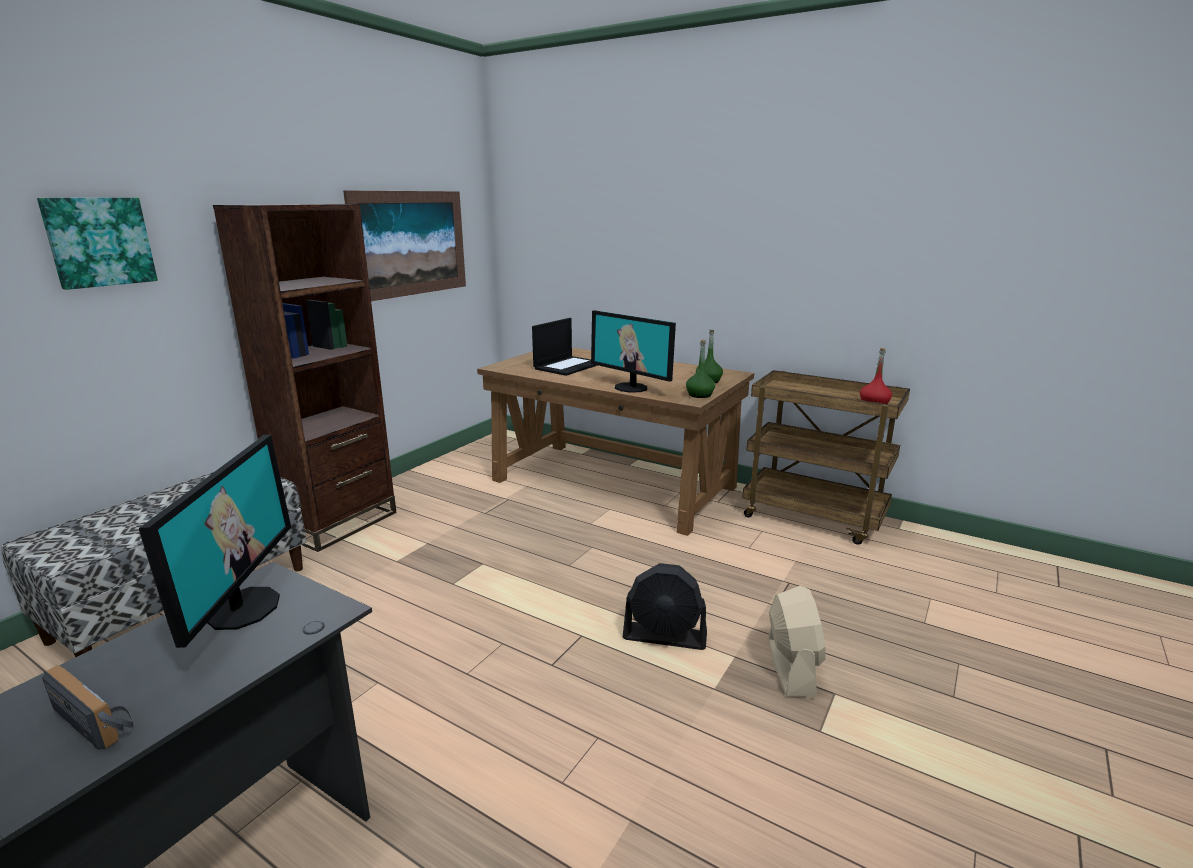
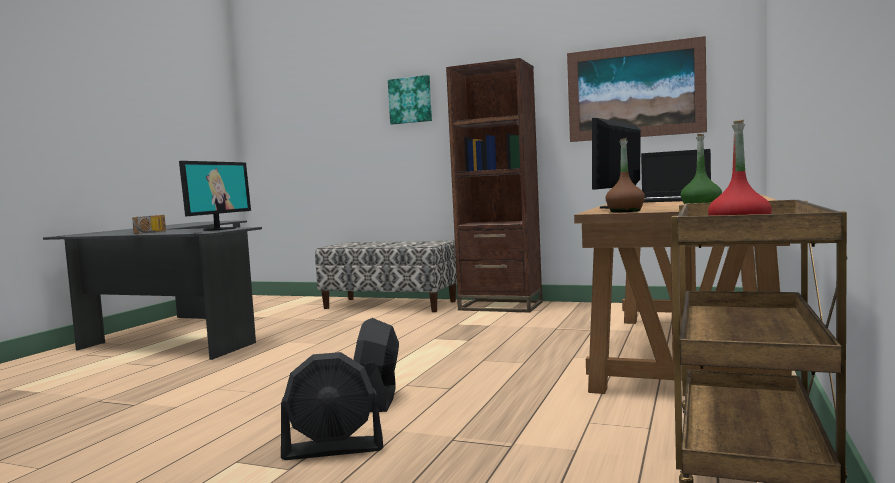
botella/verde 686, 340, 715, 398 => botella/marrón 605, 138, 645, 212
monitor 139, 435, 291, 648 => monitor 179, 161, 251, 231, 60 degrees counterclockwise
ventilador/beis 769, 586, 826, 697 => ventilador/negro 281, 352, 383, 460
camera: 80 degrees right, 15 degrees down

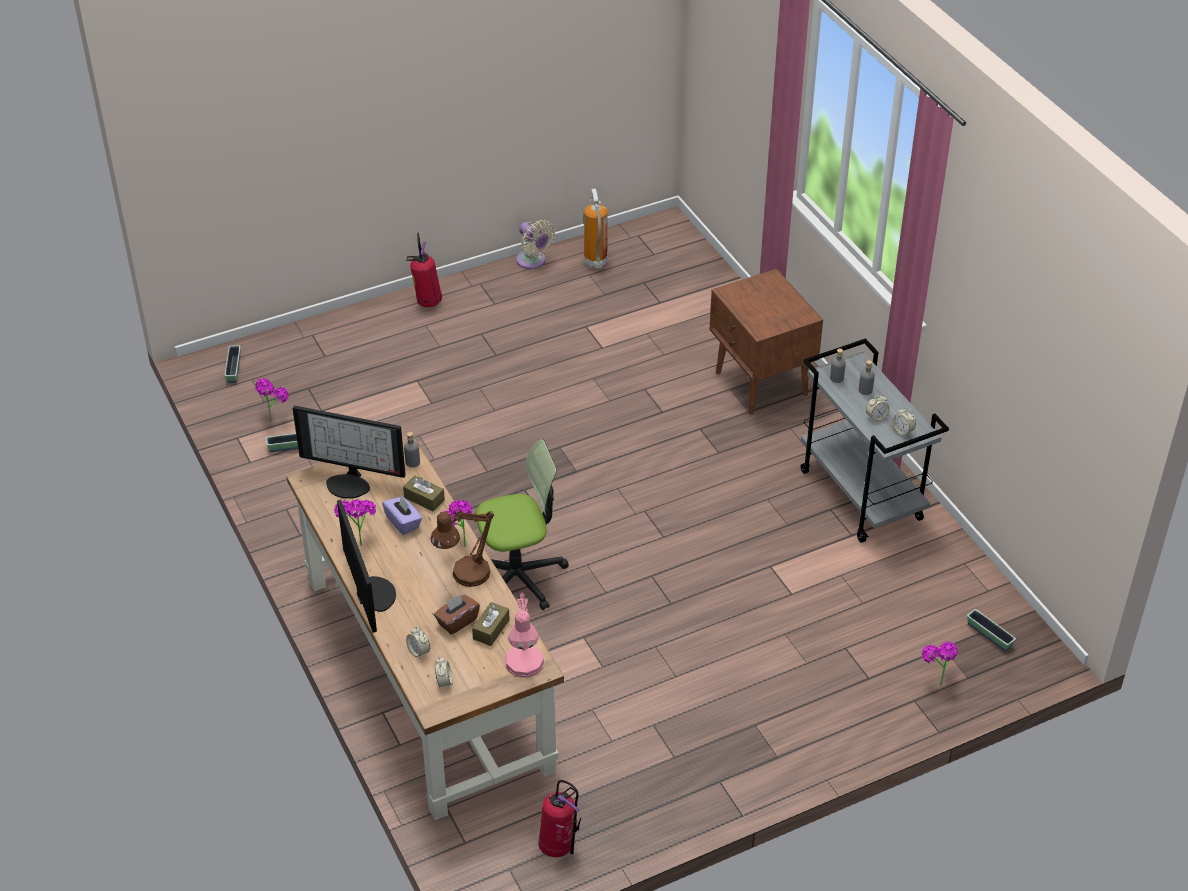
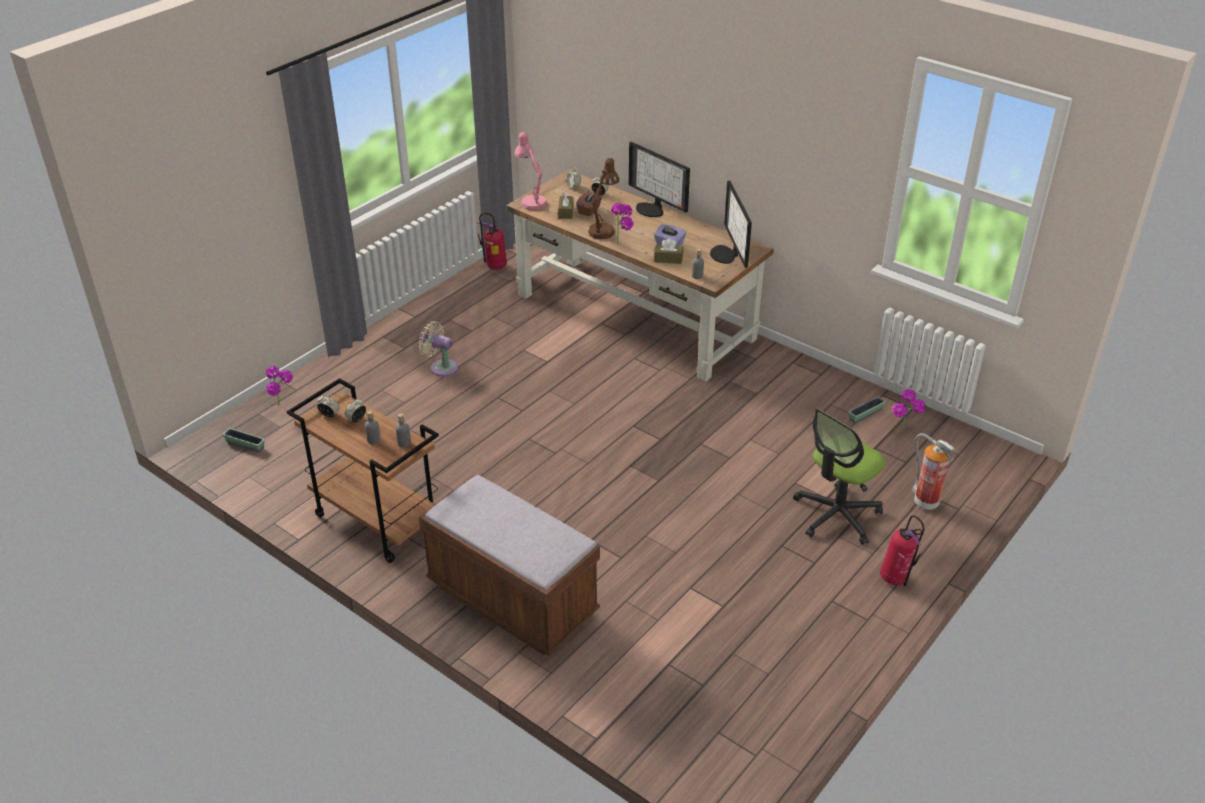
extintor 583, 188, 608, 269 => extintor 912, 433, 955, 510, relocated
ventilador/beis 516, 220, 556, 269 => ventilador/beis 419, 321, 458, 377, relocated
mesita de noche/marrón 709, 269, 823, 415 => banco/marrón 419, 475, 600, 656
carrito/gris 800, 338, 949, 543 => carrito/marrón 287, 378, 439, 563
maceta 225, 345, 241, 383 => nothing
monitor 293, 406, 406, 499 => monitor 710, 181, 752, 268, 90 degrees counterclockwise
silla de oficina 476, 439, 569, 610 => silla de oficina 793, 409, 885, 545, relocated
planta en maceta 334, 499, 376, 546 => nothing
camera: 155 degrees right, 5 degrees down

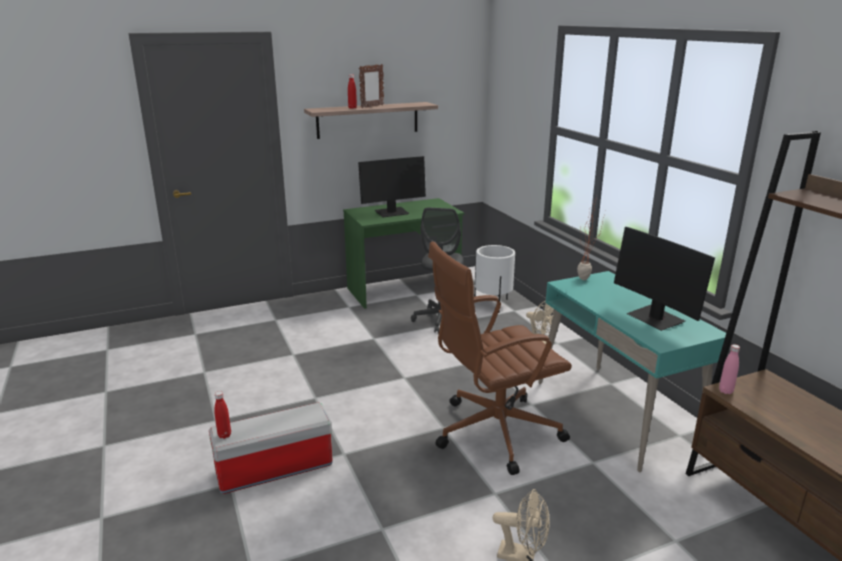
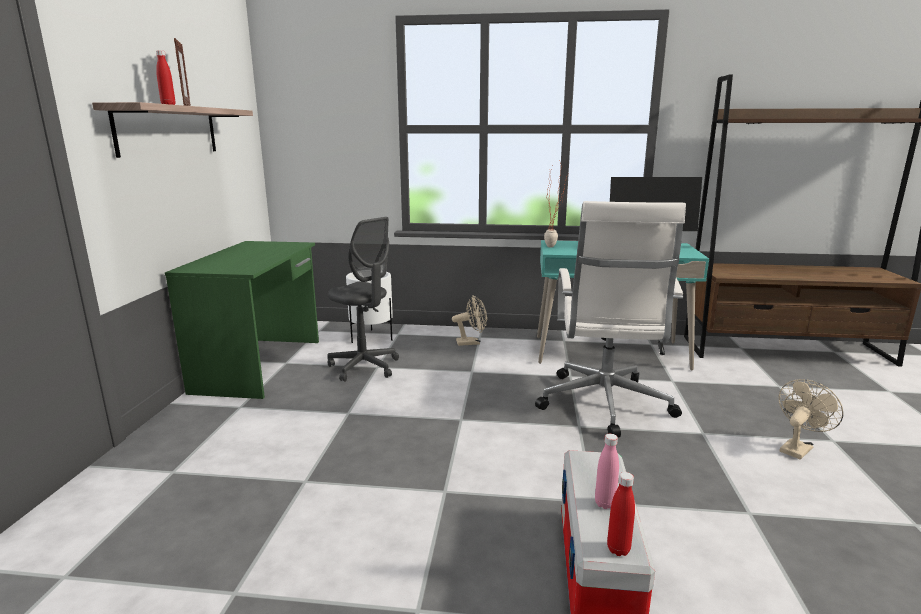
monitor 358, 156, 426, 217 => nothing
silla de oficina/marrón 428, 241, 572, 475 => silla de oficina/blanco 535, 201, 686, 438
botella/rosa 719, 344, 740, 394 => botella/rosa 595, 434, 619, 509, relocated
camera: 60 degrees left, 5 degrees down

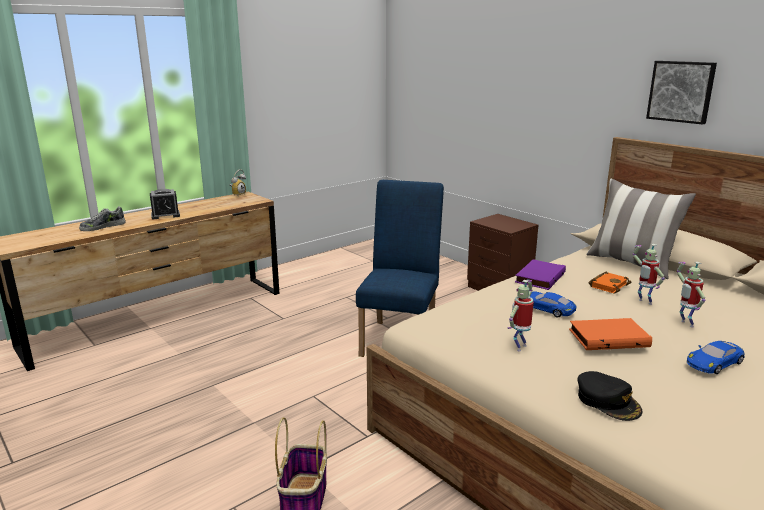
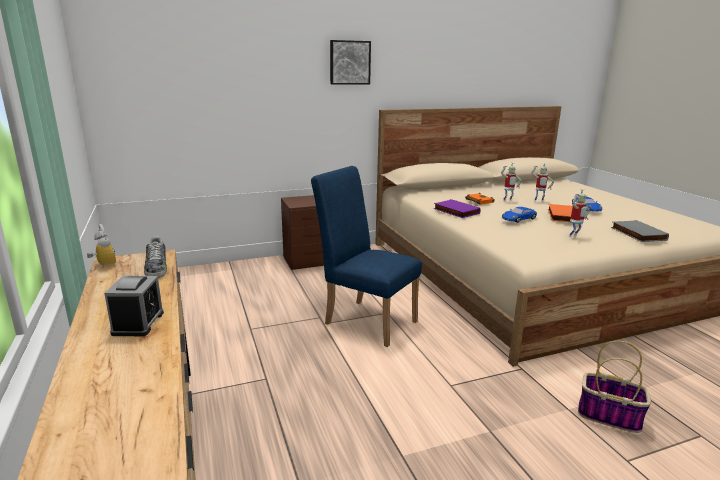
cuadro 646, 61, 717, 125 => cuadro 330, 40, 371, 85, relocated
cojín 586, 179, 696, 279 => nothing
zapato 79, 206, 125, 231 => zapato 144, 236, 167, 278, relocated
robot de juguete 507, 280, 534, 352 => robot de juguete 569, 189, 590, 237, 90 degrees counterclockwise
gorra/negro 578, 371, 643, 421 => libro/gris 611, 220, 669, 242
camera: 70 degrees left, 0 degrees up

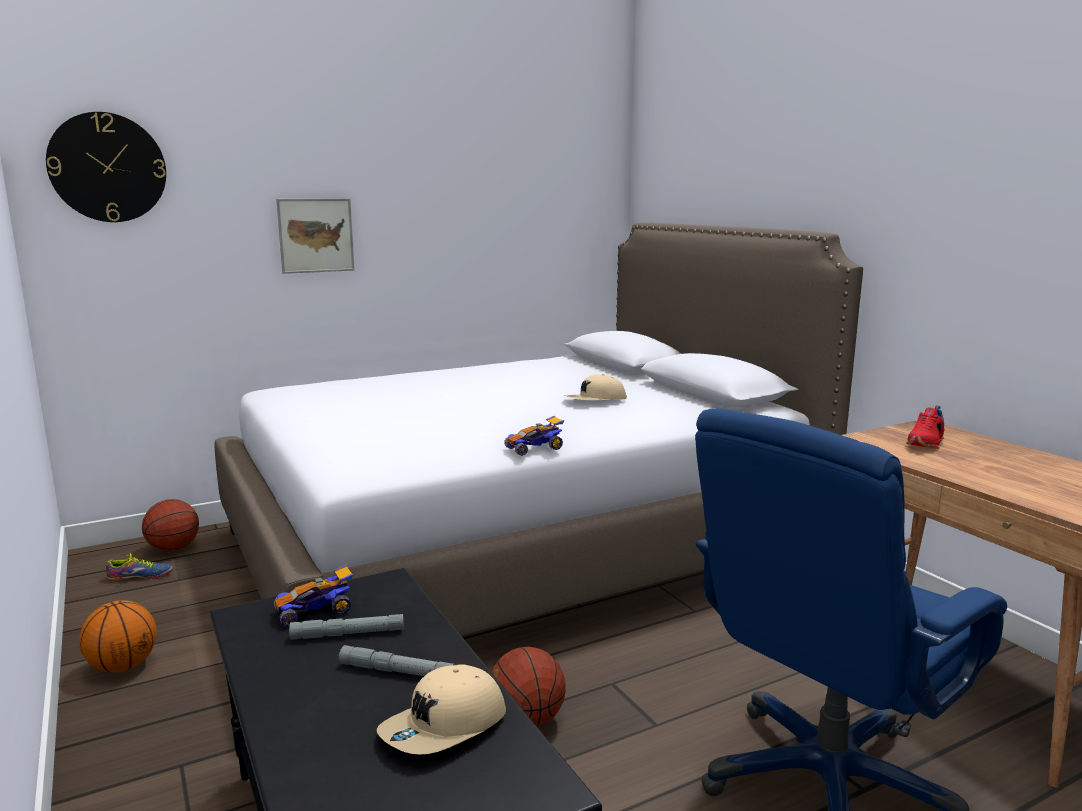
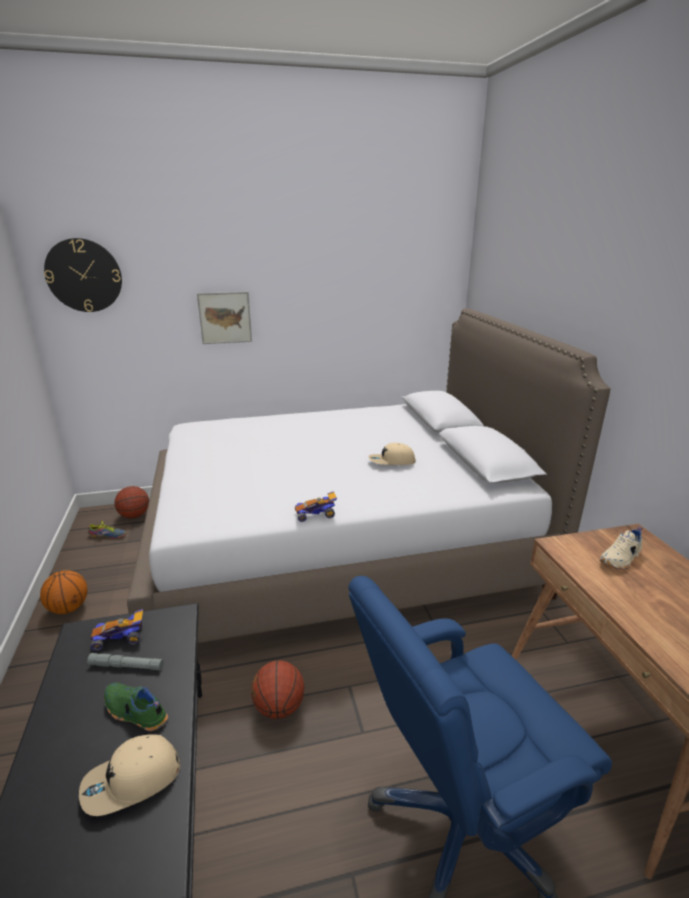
zapato/rojo 906, 405, 945, 449 => zapato/beis 600, 526, 643, 570
linterna/gris 339, 645, 455, 676 => zapato/verde 104, 683, 168, 731
camera: 15 degrees right, 10 degrees up

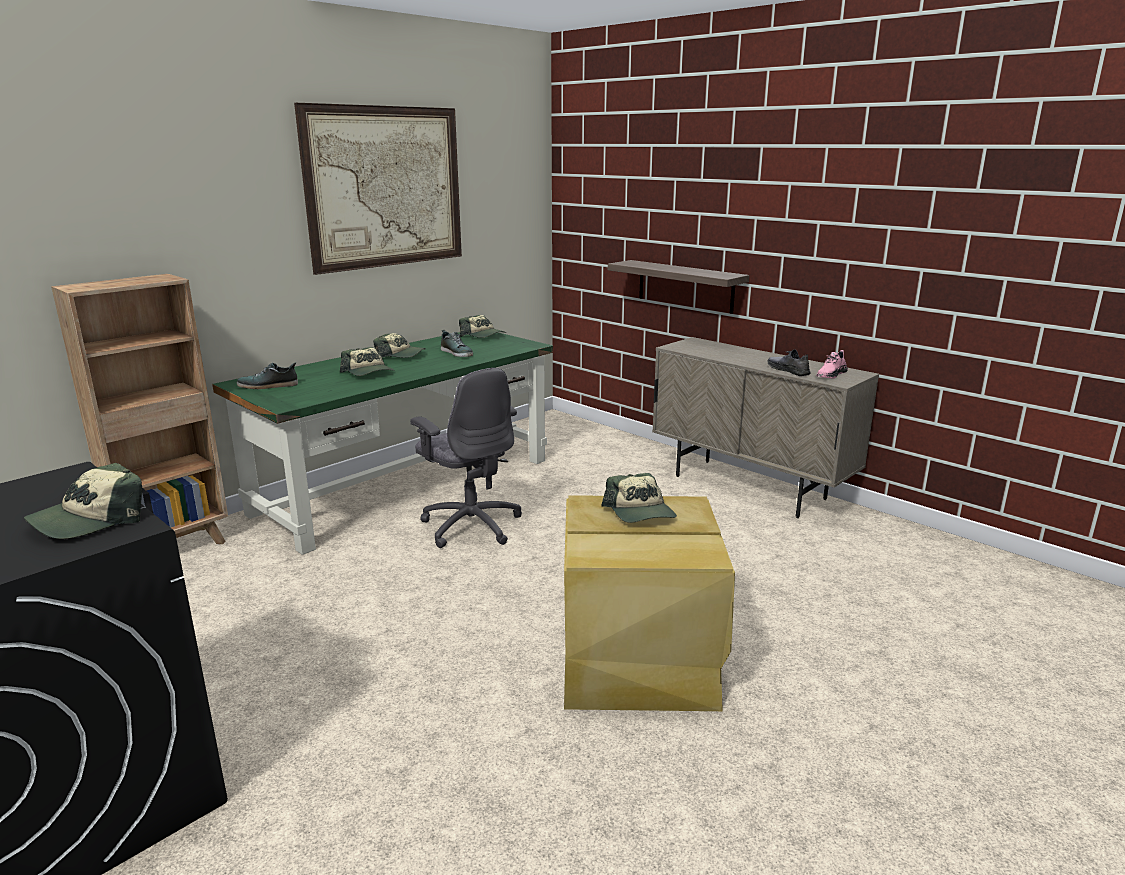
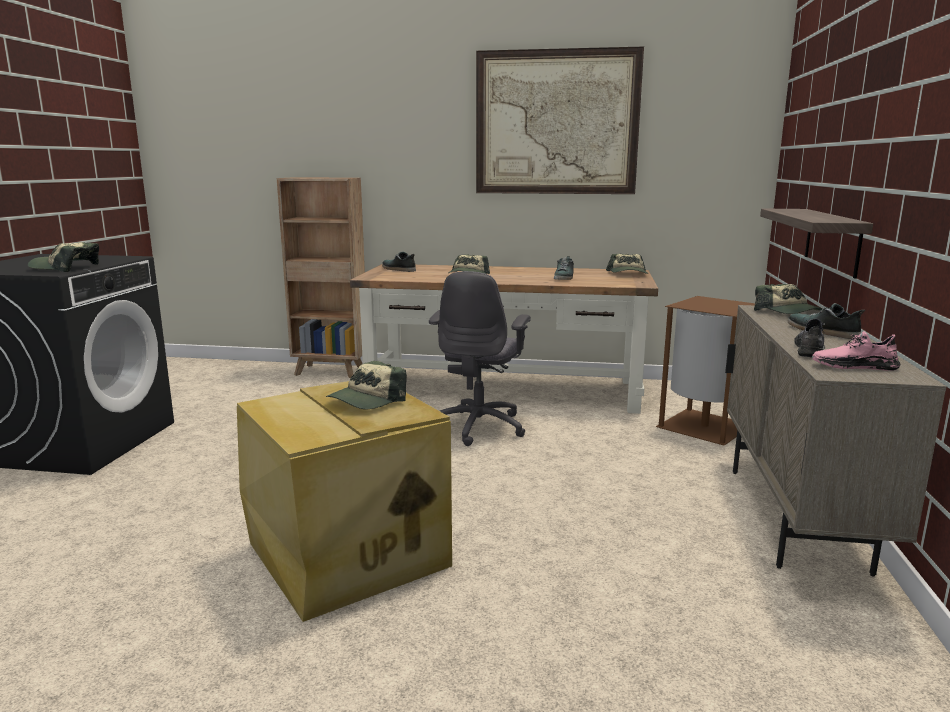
escritorio/verde 212, 332, 553, 555 => escritorio/marrón 350, 264, 658, 414
gorra 373, 333, 426, 358 => gorra 754, 284, 823, 314, relocated
nothing => papelera/marrón 656, 296, 755, 446
nothing => zapato 788, 303, 865, 339
camera: 55 degrees right, 5 degrees down

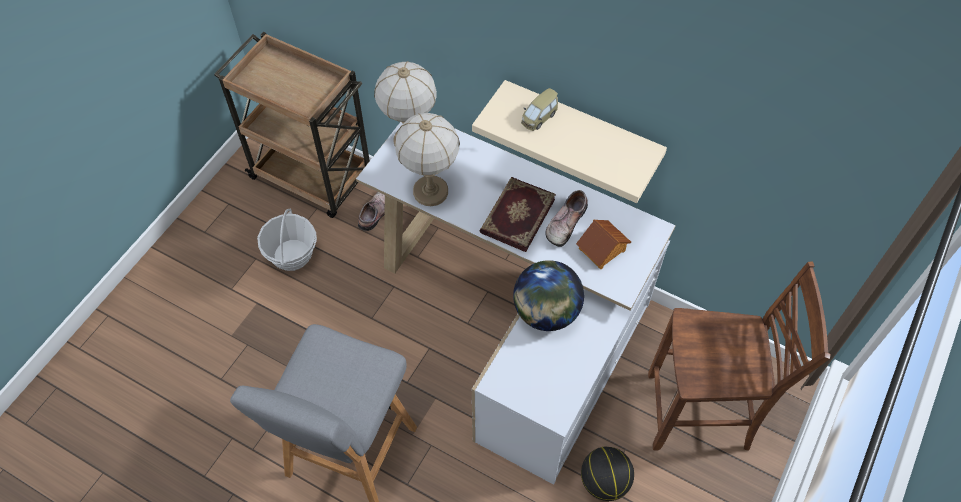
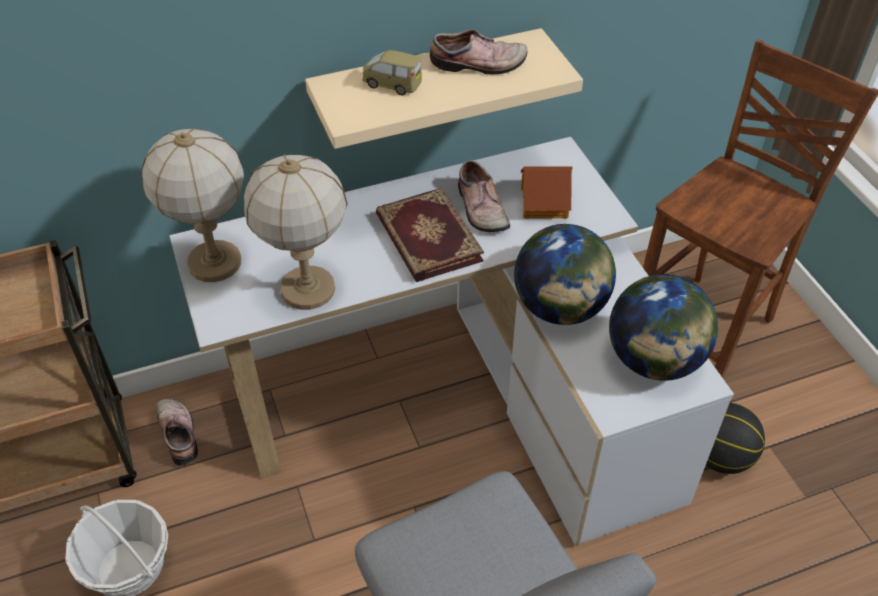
coche de juguete 521, 88, 558, 131 => coche de juguete 362, 50, 423, 96, 120 degrees clockwise
nothing => zapato 430, 29, 527, 74
nothing => globo terráqueo 609, 274, 718, 381
camera: 50 degrees left, 10 degrees down

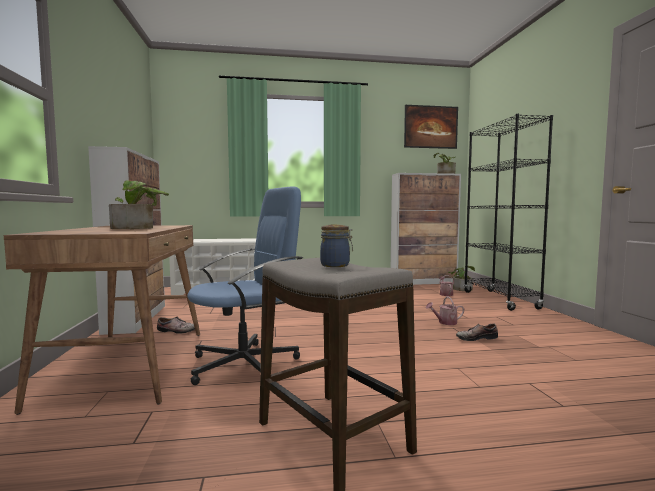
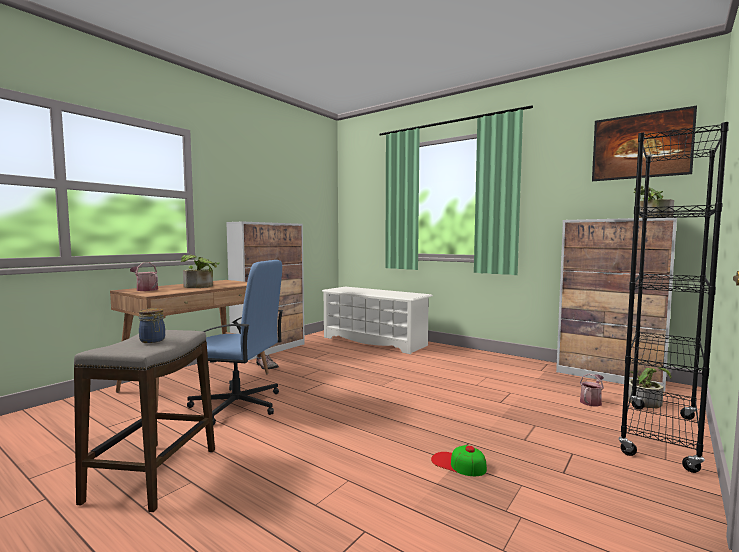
regadera 426, 296, 464, 325 => regadera 130, 262, 158, 291, relocated
zapato 456, 324, 498, 341 => gorra 431, 445, 487, 476
camera: 45 degrees right, 0 degrees up

